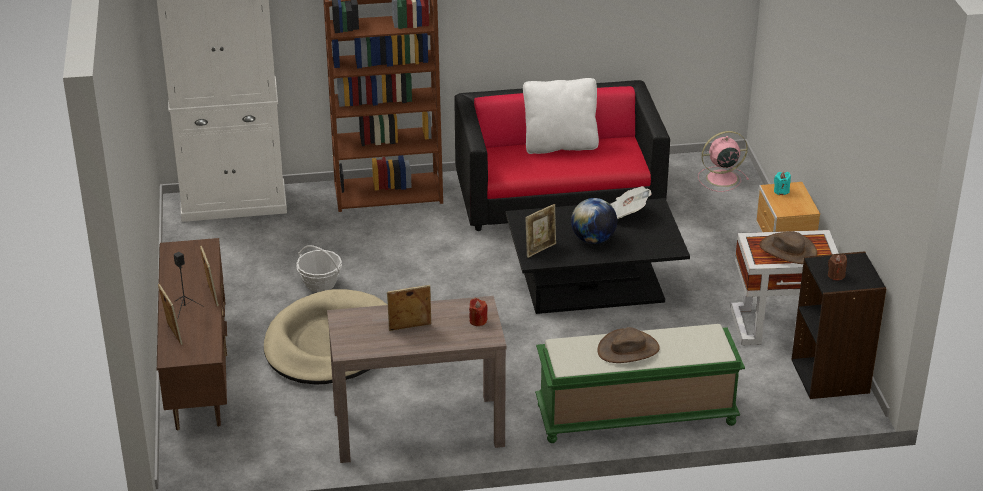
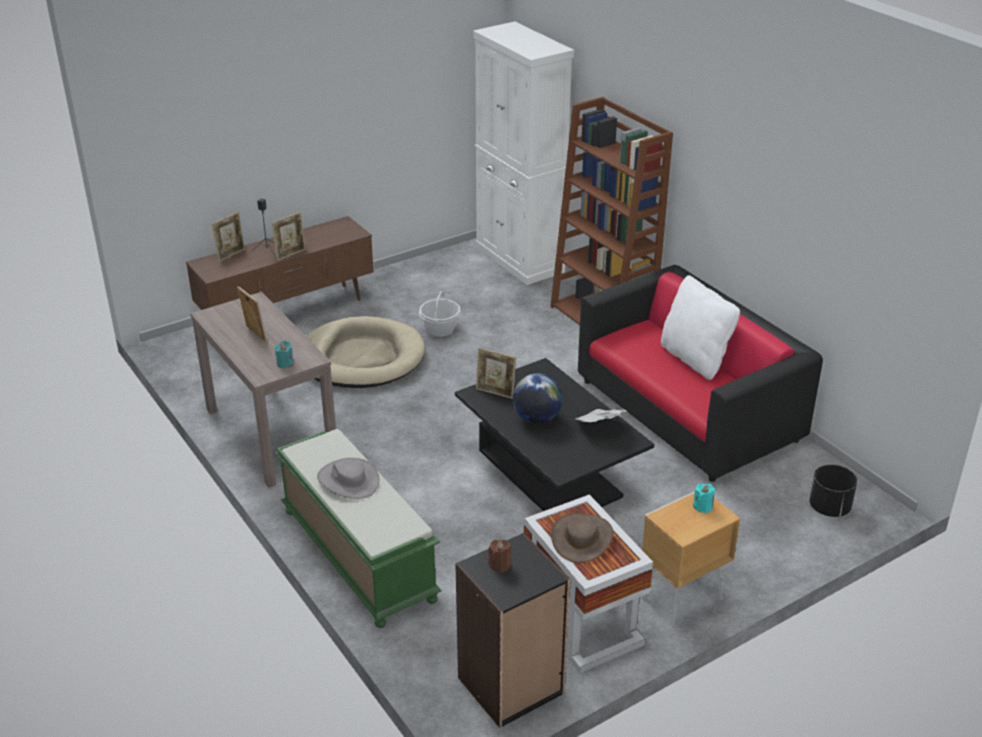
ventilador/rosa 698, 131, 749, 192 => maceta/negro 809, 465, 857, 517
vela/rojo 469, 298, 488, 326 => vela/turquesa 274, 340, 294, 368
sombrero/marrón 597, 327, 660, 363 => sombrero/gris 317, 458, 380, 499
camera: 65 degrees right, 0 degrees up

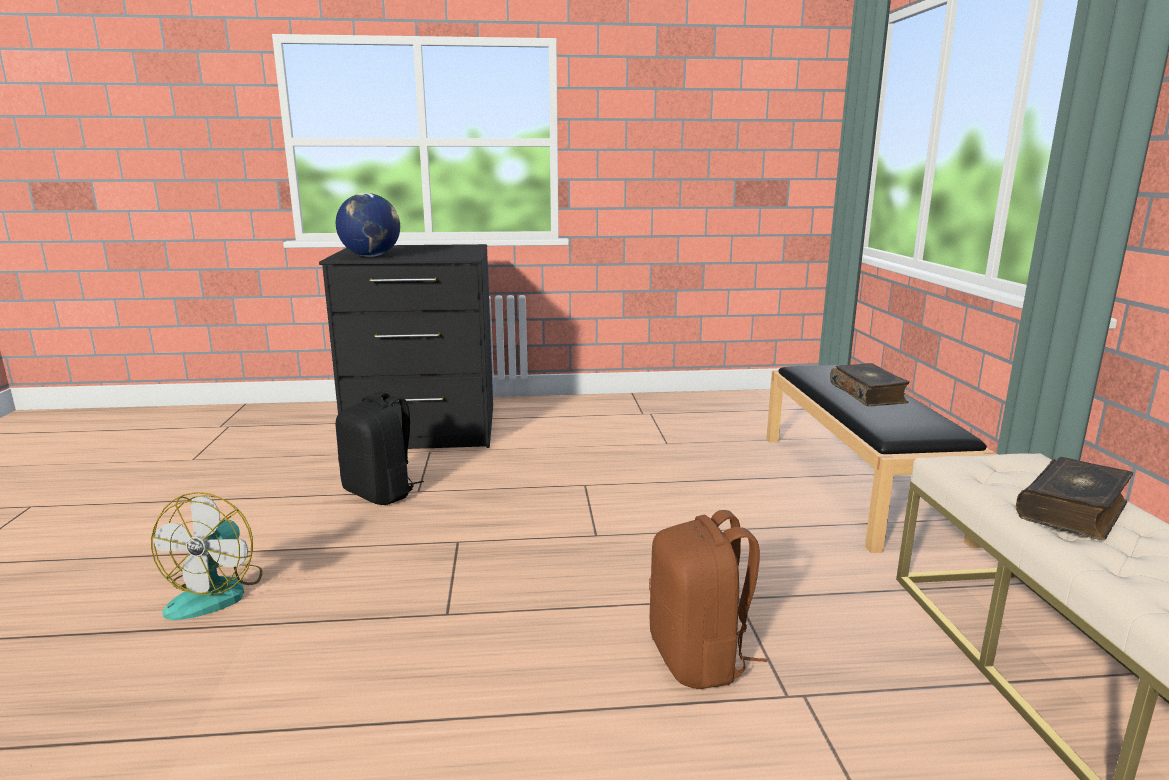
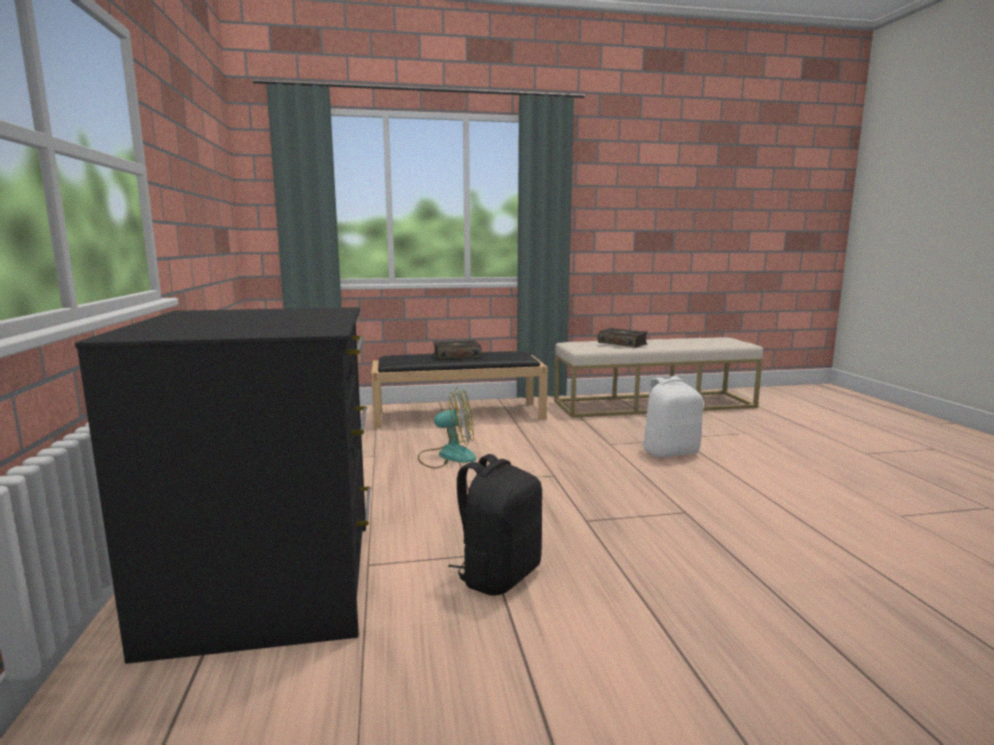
globo terráqueo 336, 193, 400, 257 => nothing
ventilador 151, 492, 262, 620 => ventilador 418, 388, 476, 468, relocated
mochila/marrón 649, 510, 767, 689 => mochila/blanco 642, 376, 703, 458
camera: 95 degrees left, 5 degrees down

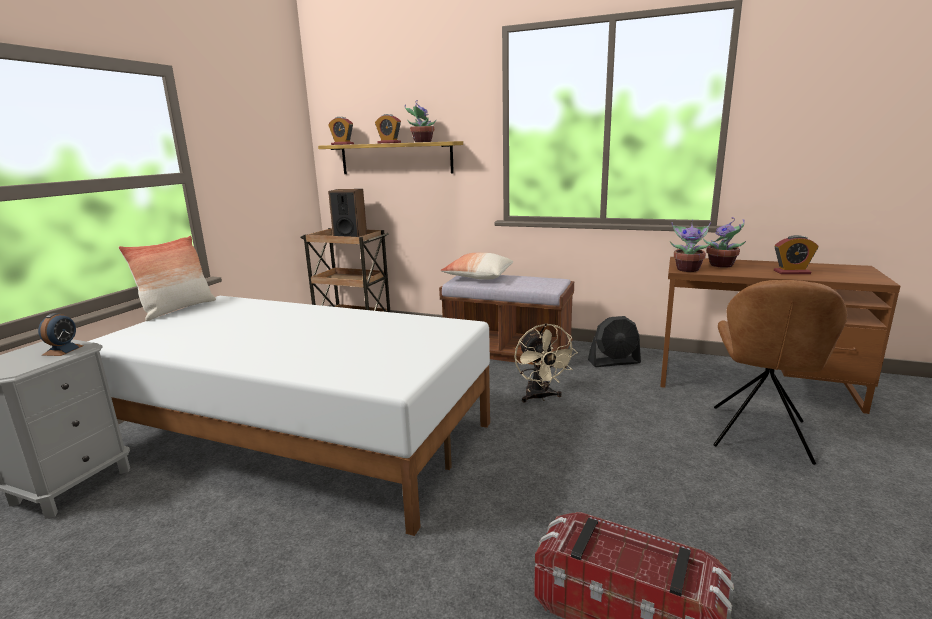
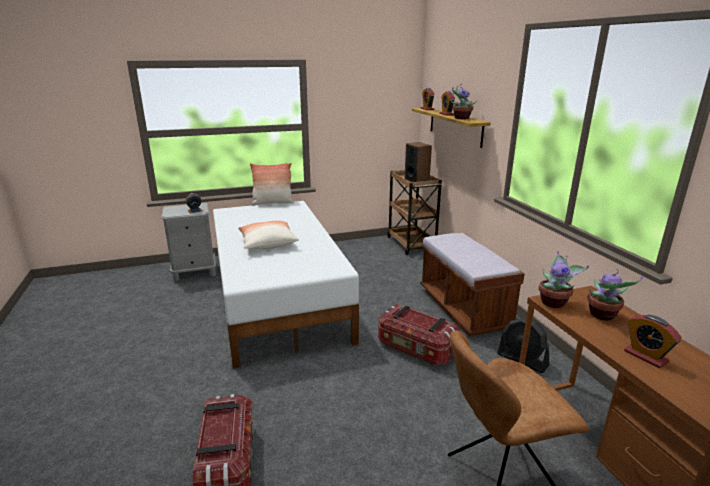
cojín 440, 253, 513, 280 => cojín 238, 221, 299, 250, relocated
ventilador/beis 515, 323, 578, 403 => caja de almacenaje 378, 304, 460, 365
camera: 50 degrees right, 5 degrees up

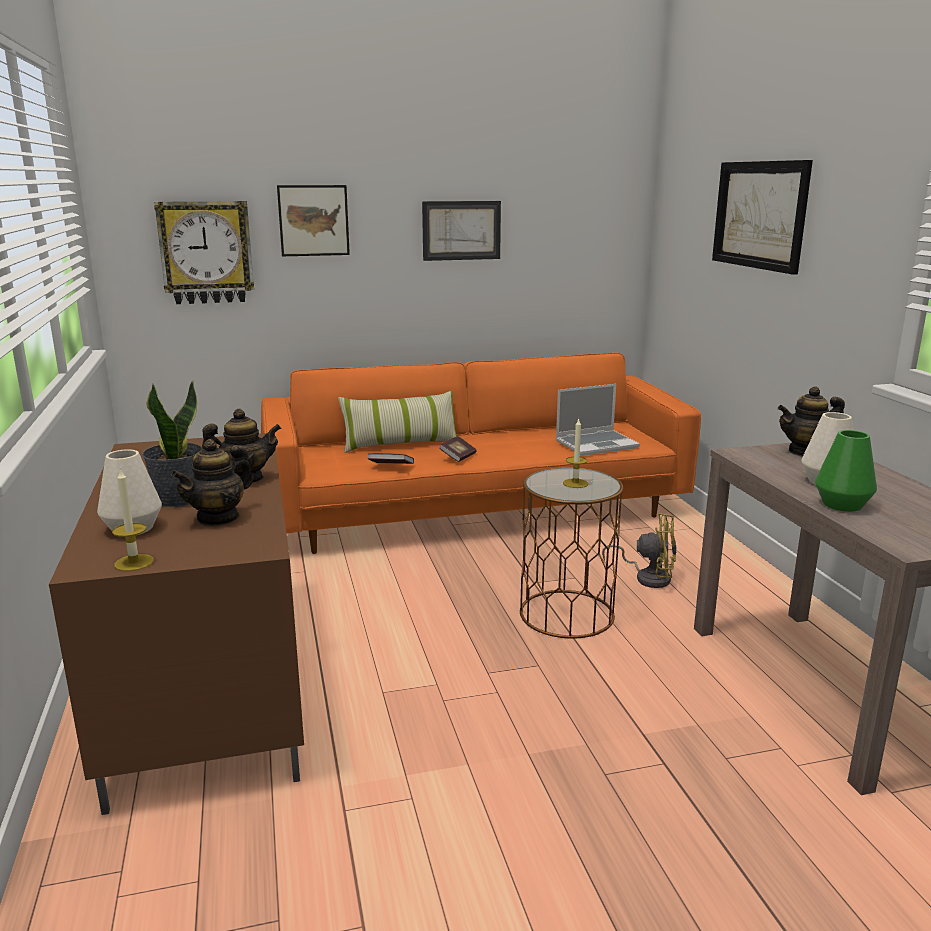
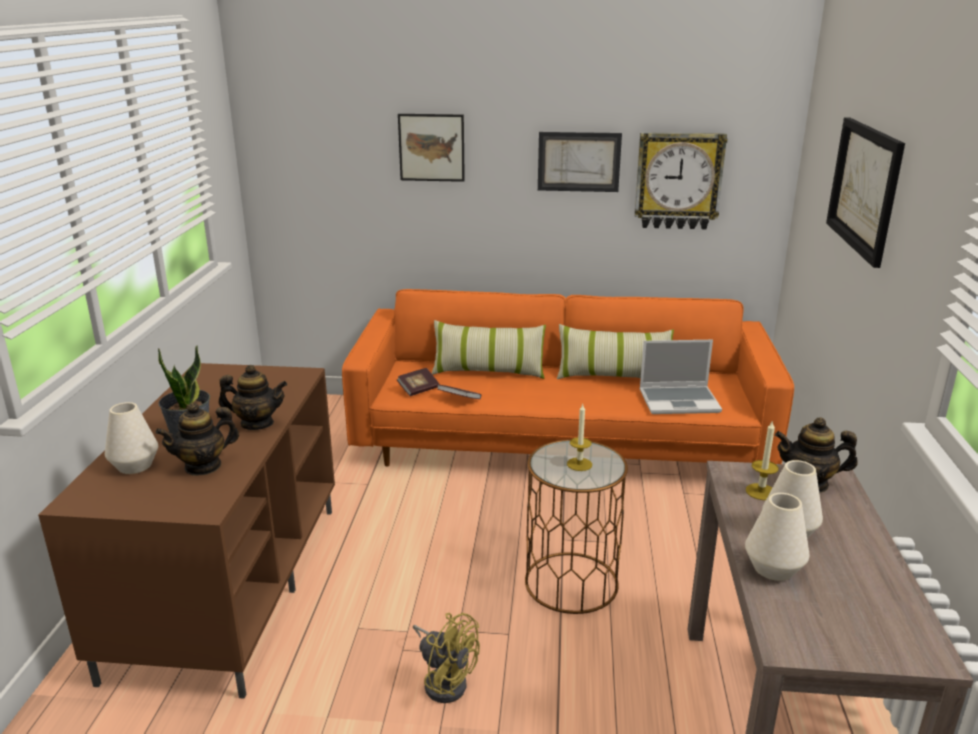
reloj de pared 154, 201, 254, 304 => reloj de pared 634, 132, 728, 229, relocated
florero/verde 815, 430, 877, 512 => florero/blanco 745, 493, 810, 581
libro 439, 436, 477, 462 => libro 397, 368, 439, 396, relocated
vela 112, 468, 154, 571 => vela 746, 420, 779, 500, relocated
ventilador/amarillo 602, 513, 677, 588 => ventilador/amarillo 412, 613, 480, 703, relocated
nothing => cojín 557, 324, 674, 379
camera: 20 degrees right, 5 degrees up

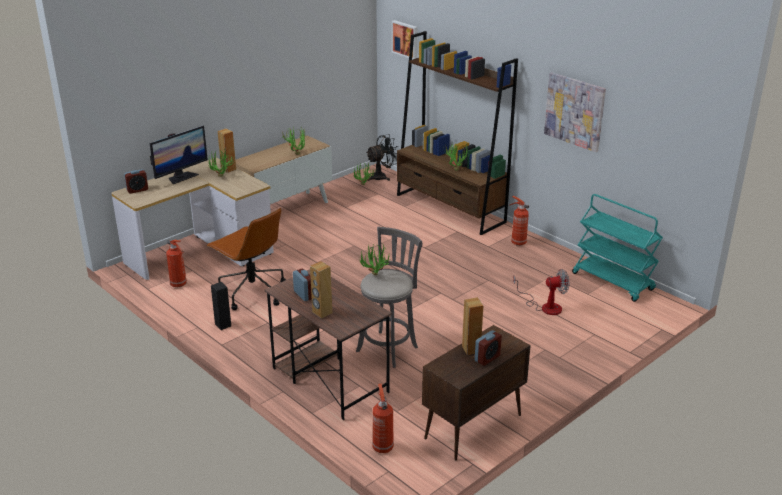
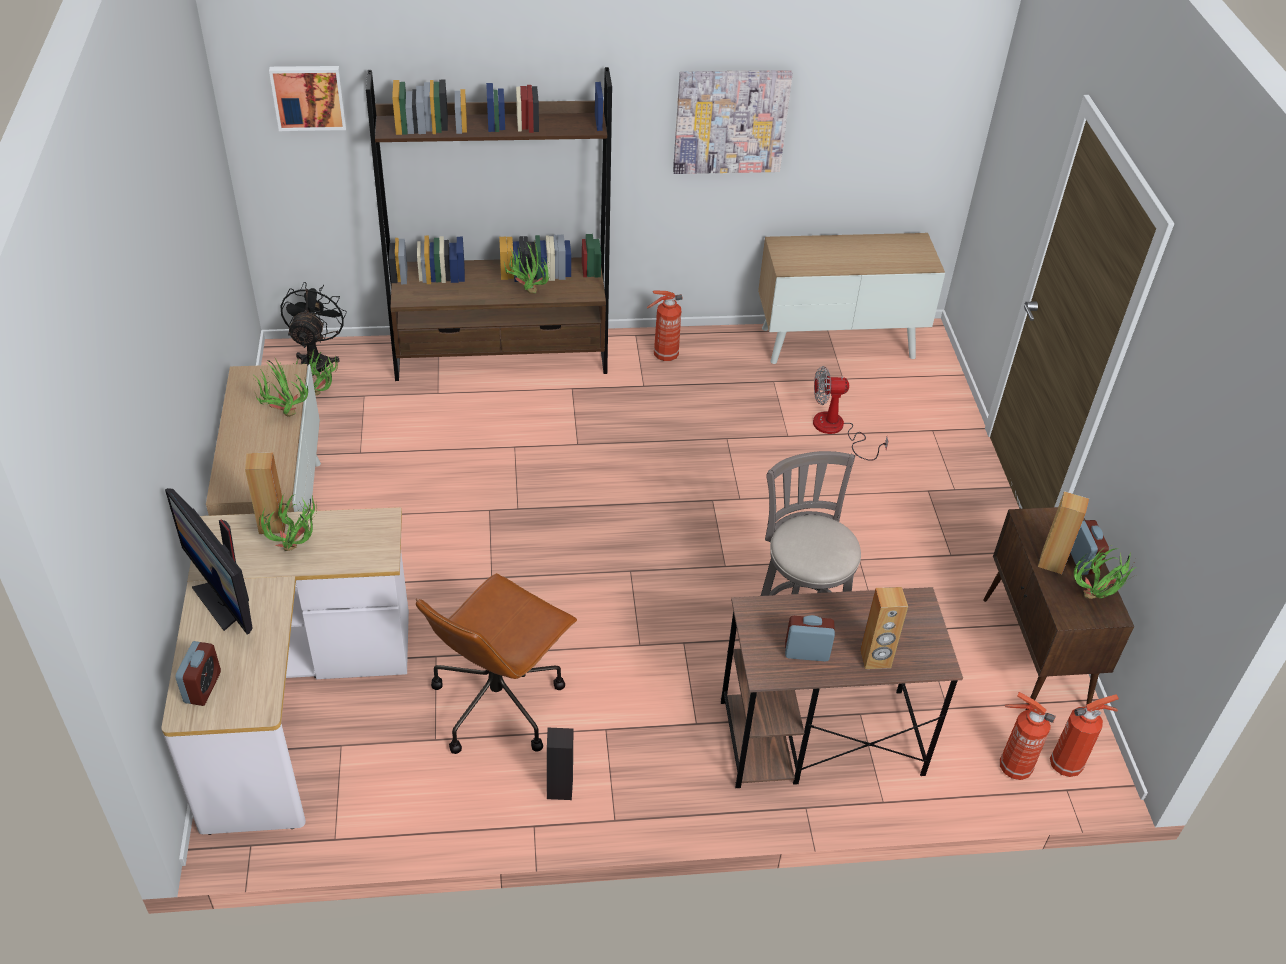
monitor 150, 126, 208, 184 => monitor 165, 488, 253, 634, 150 degrees clockwise
carrito/turquesa 572, 194, 663, 302 => armario 758, 233, 945, 364
silla de oficina/marrón 206, 208, 286, 310 => silla de oficina/marrón 416, 573, 577, 754, 135 degrees clockwise
extintor 166, 240, 187, 287 => extintor 1050, 694, 1119, 777, relocated
planta en maceta 359, 244, 391, 275 => planta en maceta 1073, 546, 1137, 599, relocated
ventilador 513, 269, 569, 315 => ventilador 813, 366, 888, 461, 120 degrees counterclockwise
camera: 55 degrees left, 15 degrees up

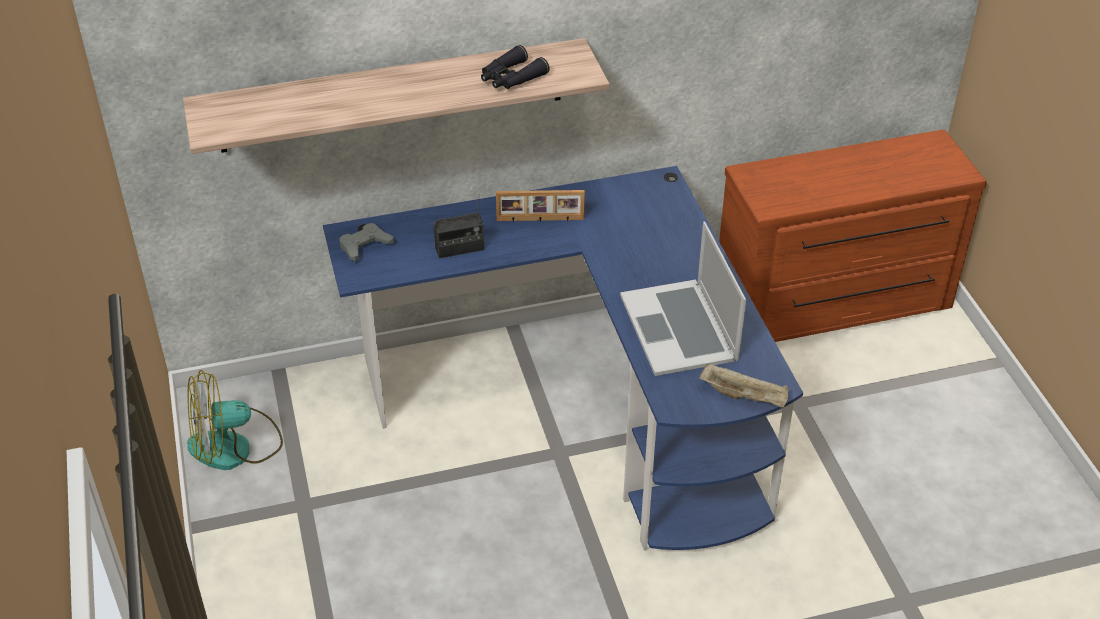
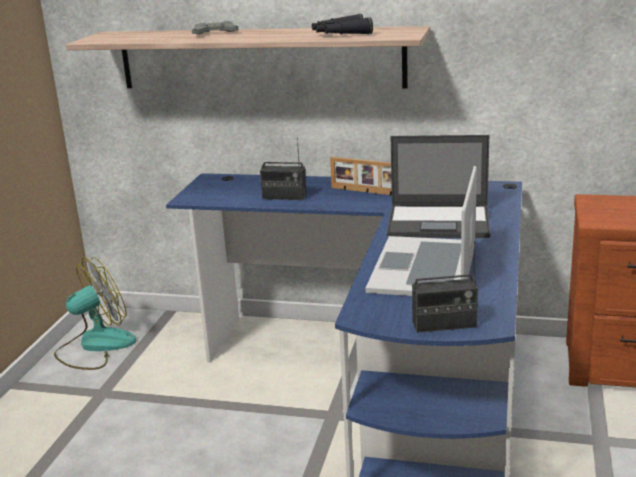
mando de consola/gris 339, 223, 394, 261 => mando de consola/gris 192, 21, 238, 35, relocated
bandeja/beis 699, 363, 789, 408 => radio 412, 241, 478, 333
ventilador 187, 370, 283, 470 => ventilador 54, 257, 136, 370, 135 degrees clockwise
nothing => portátil 387, 135, 490, 238
camera: 30 degrees right, 20 degrees down

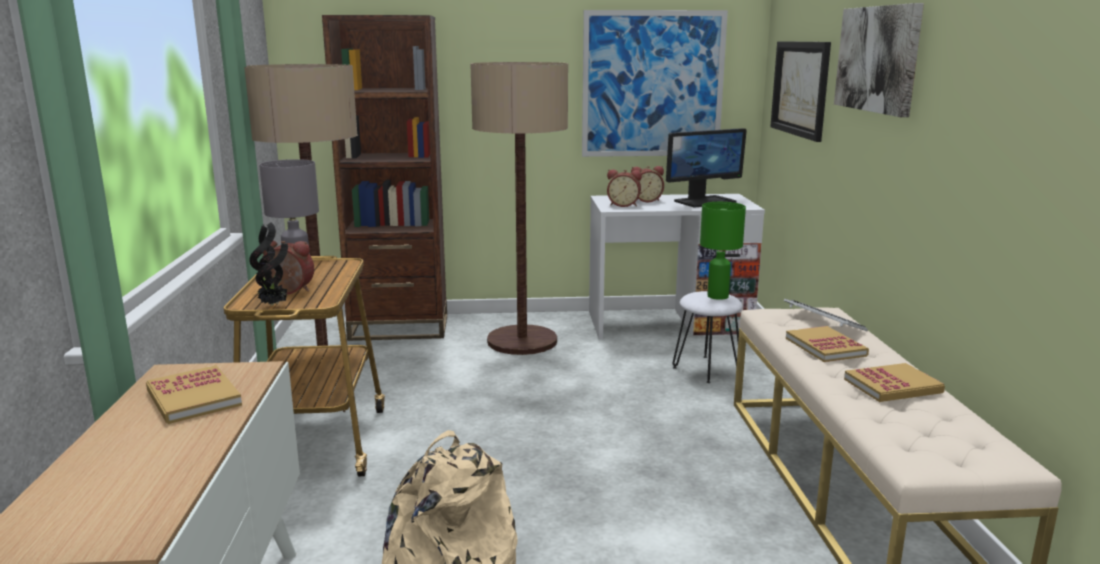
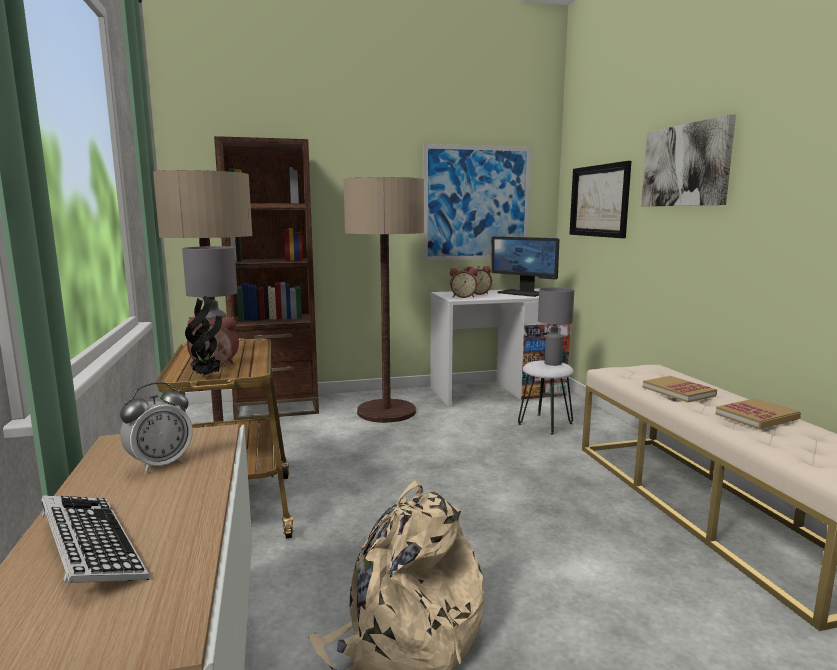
monitor 666, 128, 747, 207 => monitor 492, 236, 559, 297, 75 degrees clockwise
lámpara de mesa/verde 700, 202, 746, 300 => lámpara de mesa/gris 538, 287, 574, 366
teclado 784, 299, 868, 331 => teclado 41, 495, 149, 583, relocated
libro 146, 365, 242, 424 => despertador 120, 382, 193, 473
camera: 10 degrees left, 5 degrees down

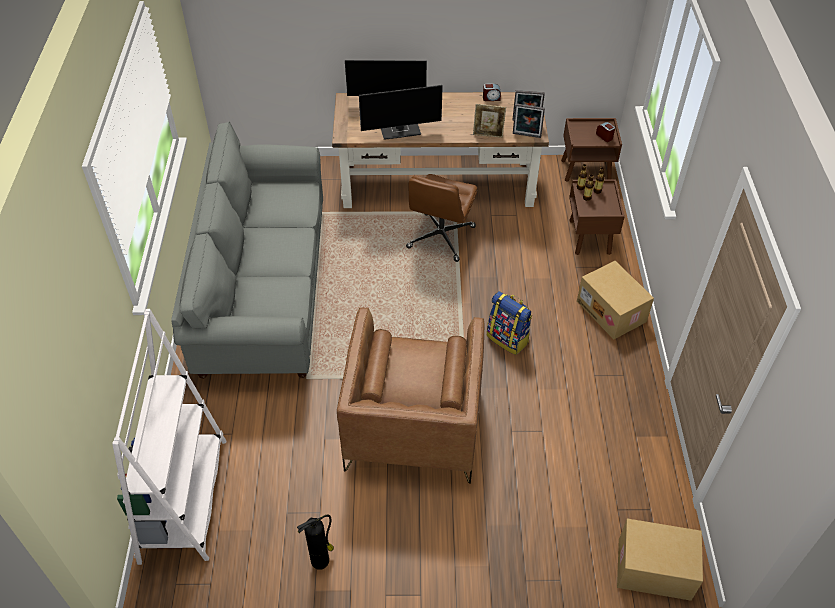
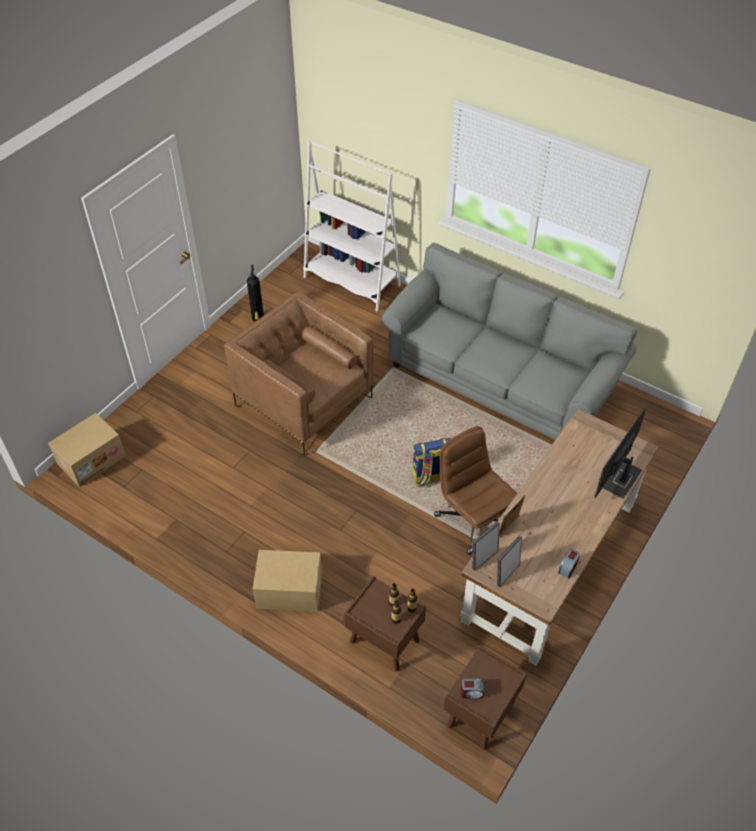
monitor 359, 85, 443, 140 => nothing
mochila 487, 291, 532, 355 => mochila 412, 438, 451, 487, relocated
camera: 125 degrees right, 0 degrees up

